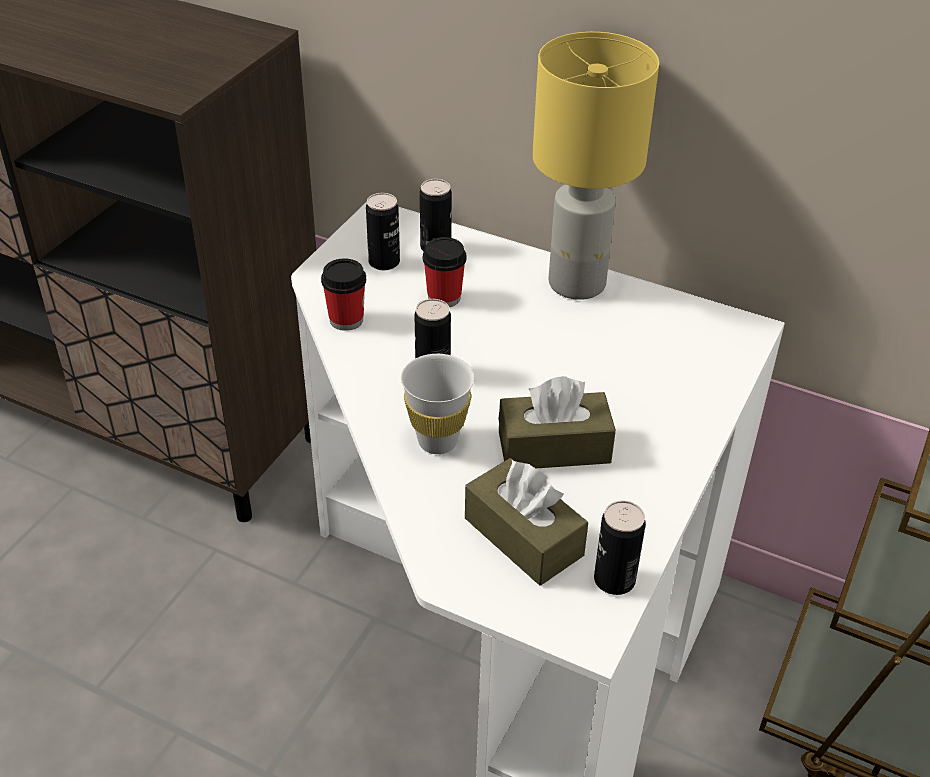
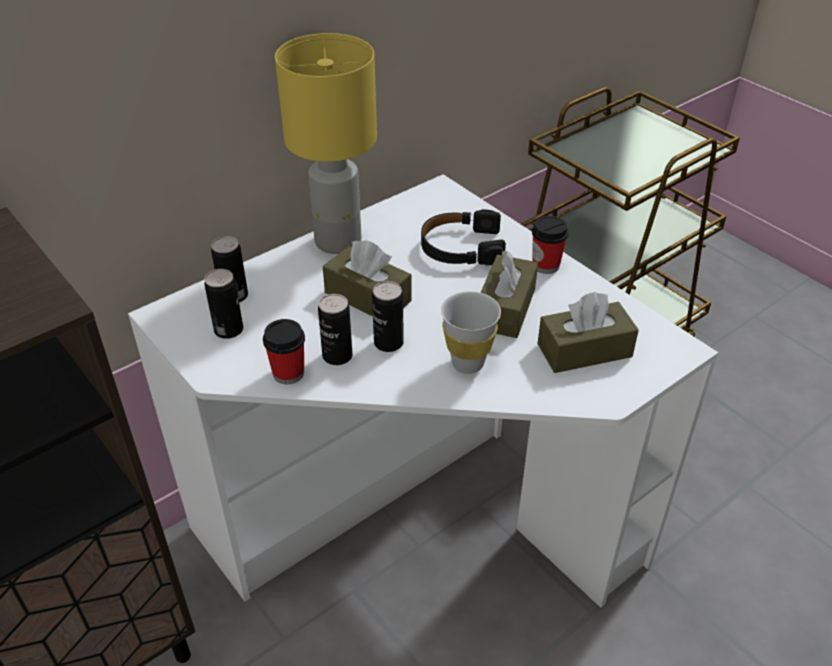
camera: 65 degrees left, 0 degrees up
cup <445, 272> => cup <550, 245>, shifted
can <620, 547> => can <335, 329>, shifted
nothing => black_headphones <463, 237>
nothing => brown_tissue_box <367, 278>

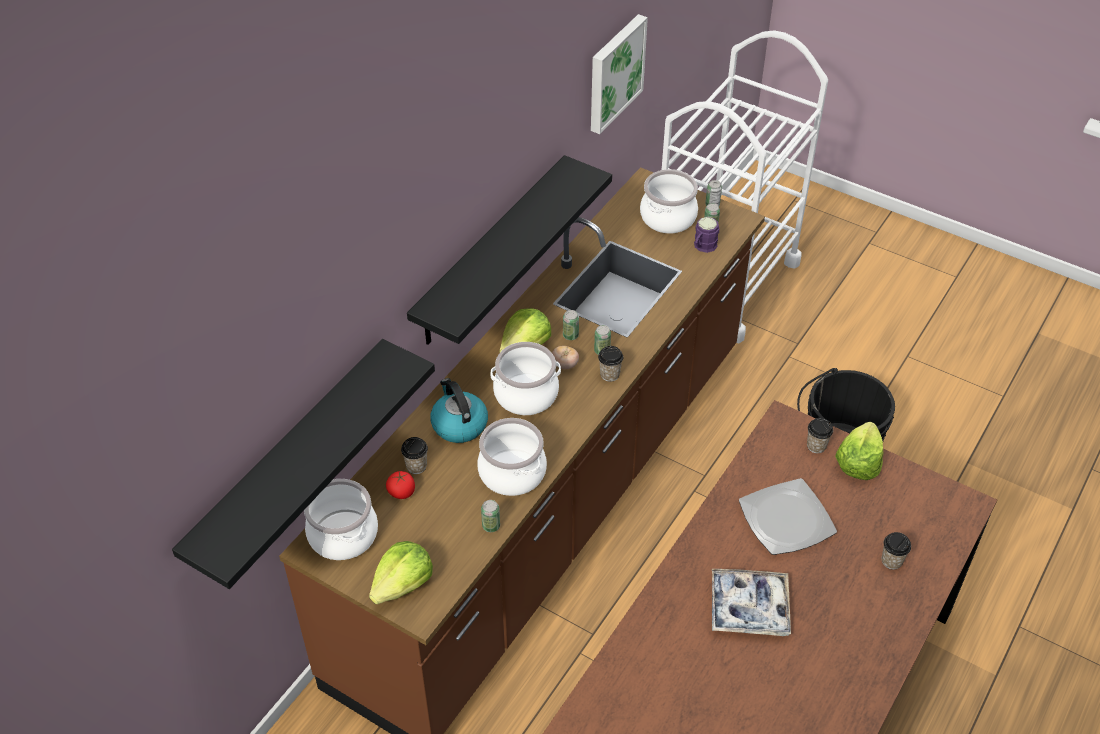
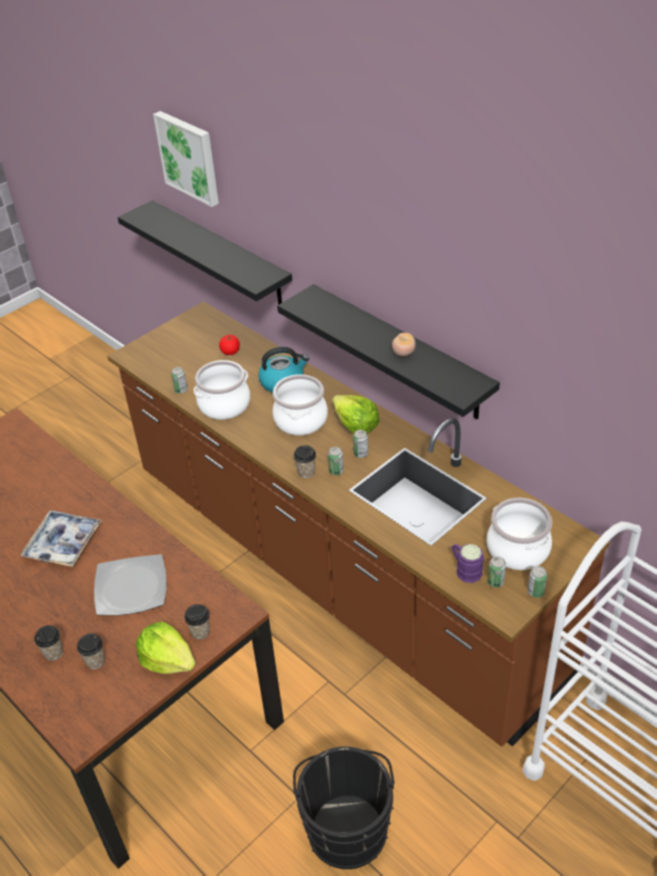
camera: 105 degrees right, 5 degrees down
picture <619, 74> => picture <186, 159>, shifted
tomato <565, 357> => tomato <404, 344>, shifted
cup <414, 455> => cup <91, 651>, shifted
cooking_pot <341, 519> => nothing
lettuce <401, 572> => nothing

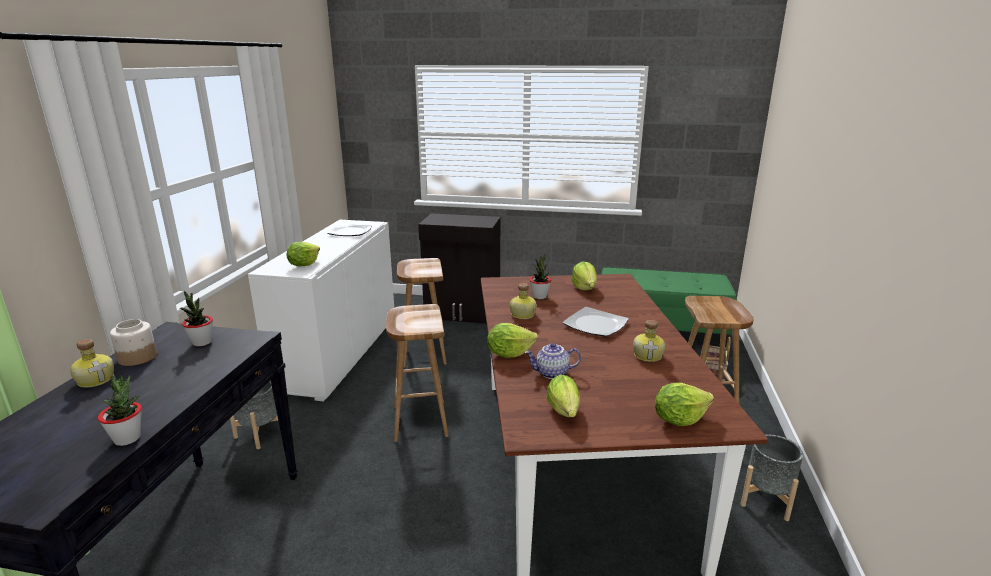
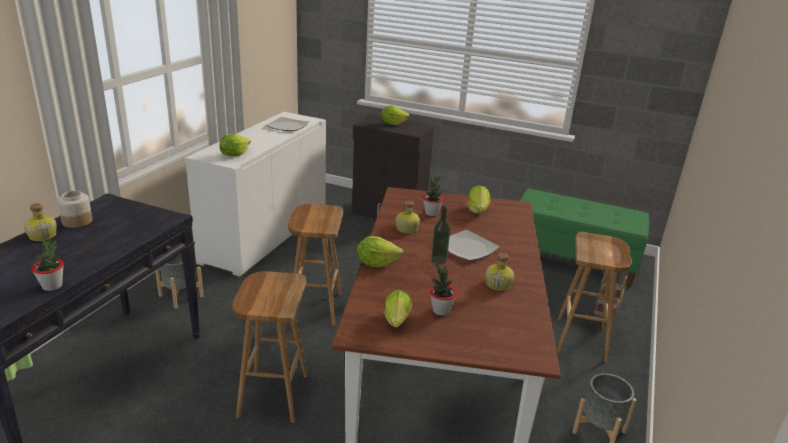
camera: 10 degrees right, 5 degrees up
brown_stool <422, 312> => brown_stool <270, 347>, shifted
potted_plant <196, 318> => potted_plant <443, 289>, shifted
teapot <552, 361> => nothing
lettuce <684, 404> => lettuce <395, 115>, shifted
nothing => bottle <440, 235>

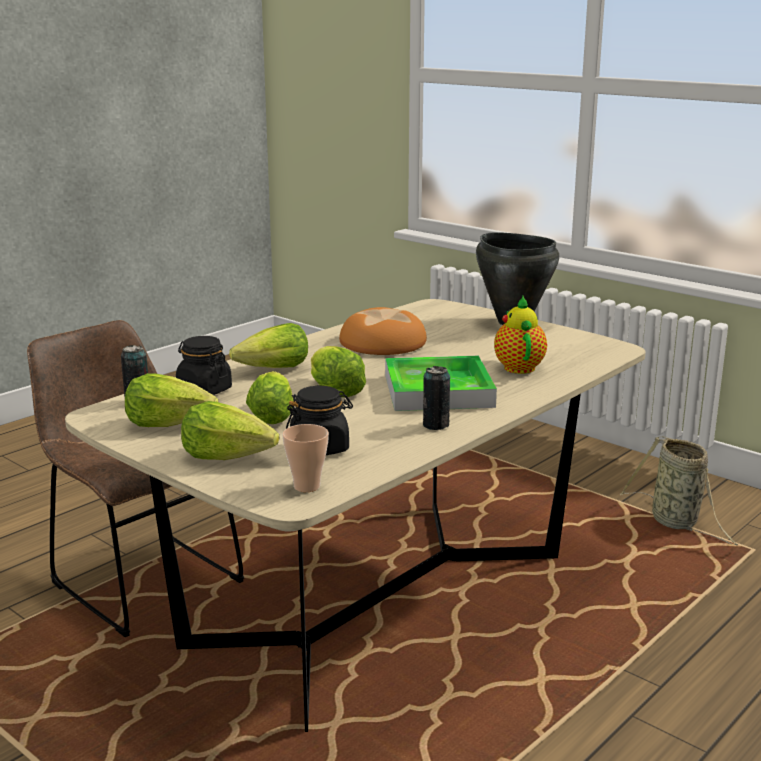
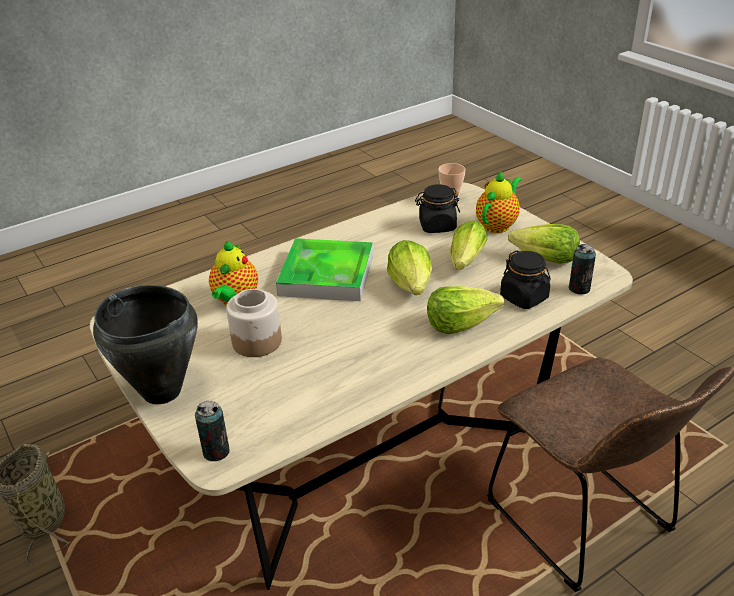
camera: 165 degrees left, 15 degrees up
bread <383, 331> => nothing
can <436, 398> => can <212, 431>, shifted
lettuce <230, 430> => teapot <499, 202>
nothing => jar <254, 323>

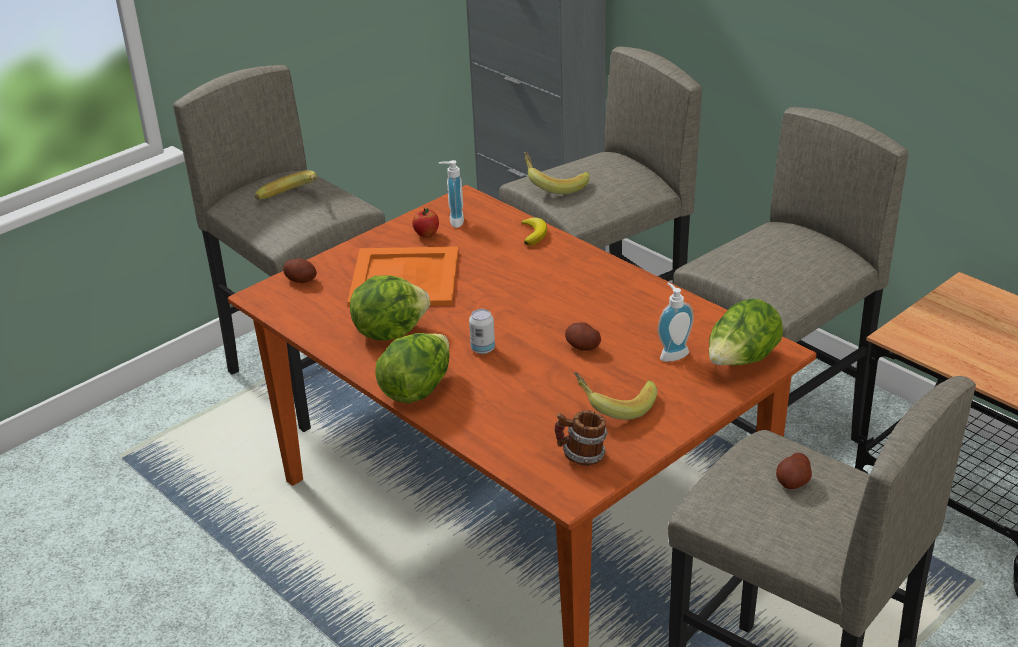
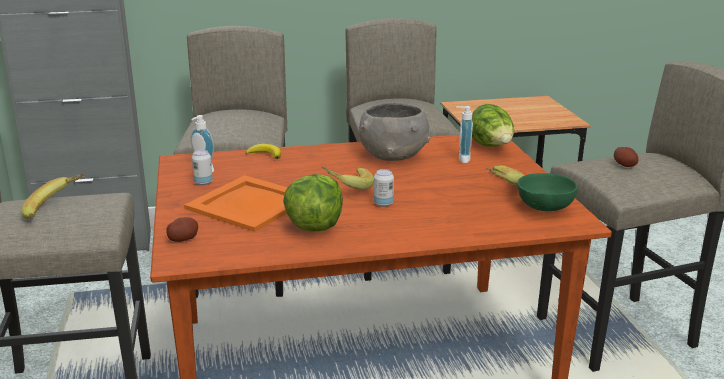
camera: 60 degrees left, 10 degrees down
banana <556, 173> => banana <348, 178>, shifted
apple <425, 223> => can <202, 167>
potato <583, 336> => nothing
lettuce <412, 368> => nothing
mug <581, 438> => green_bowl <547, 192>
nothing => grey_bowl <394, 132>

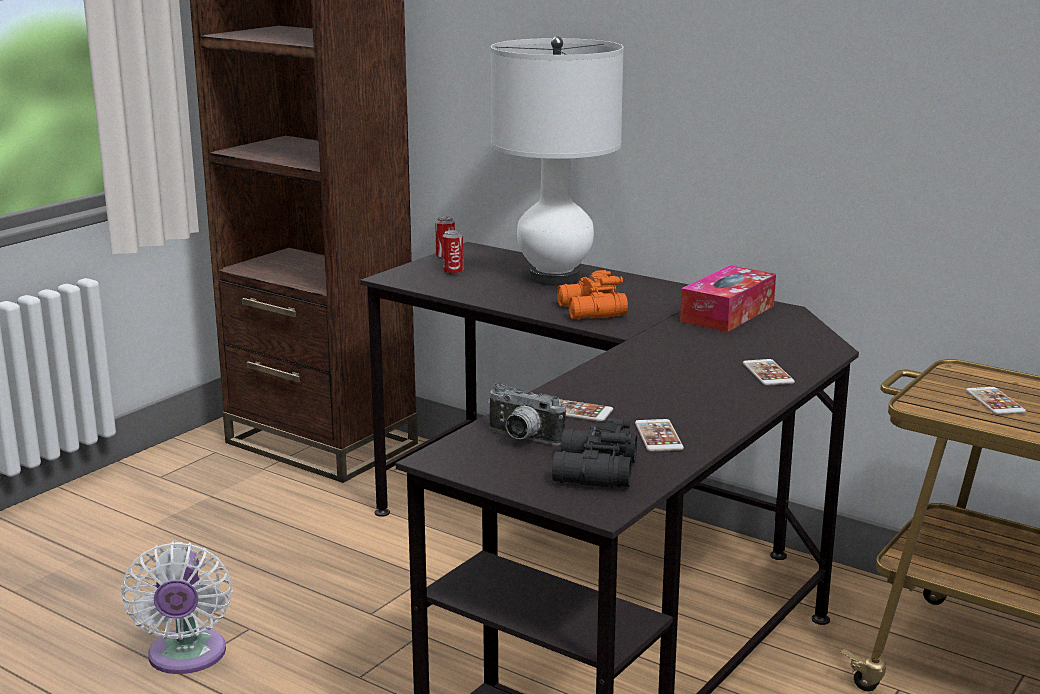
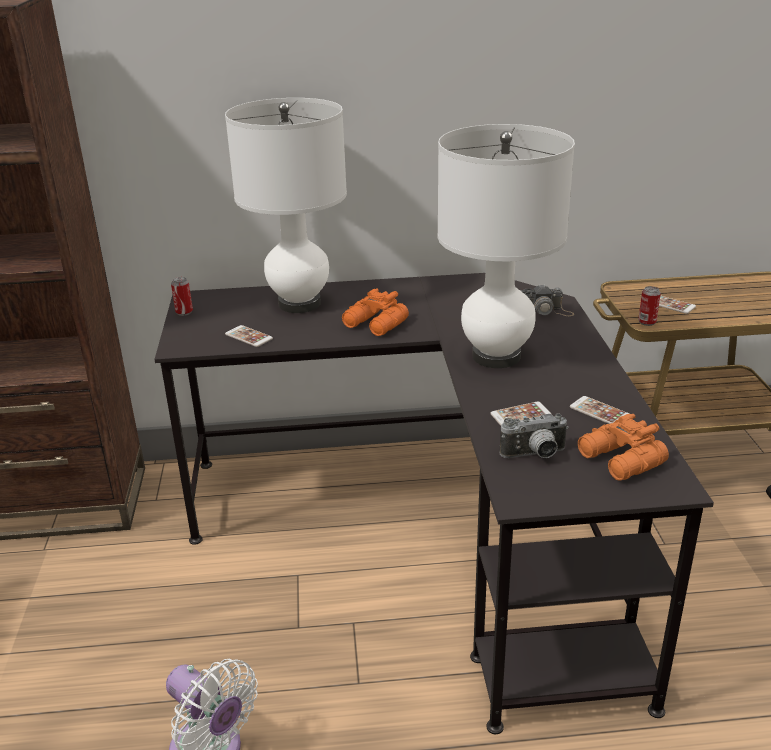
camera: 40 degrees left, 10 degrees up
can <453, 252> => can <649, 306>, shifted
tissue_box <728, 298> => nothing
phone <769, 372> => phone <249, 336>, shifted
black_binoculars <594, 453> => orange_binoculars <623, 447>
nothing => white_table_lamp <506, 246>
nothing => photo_camera <547, 300>

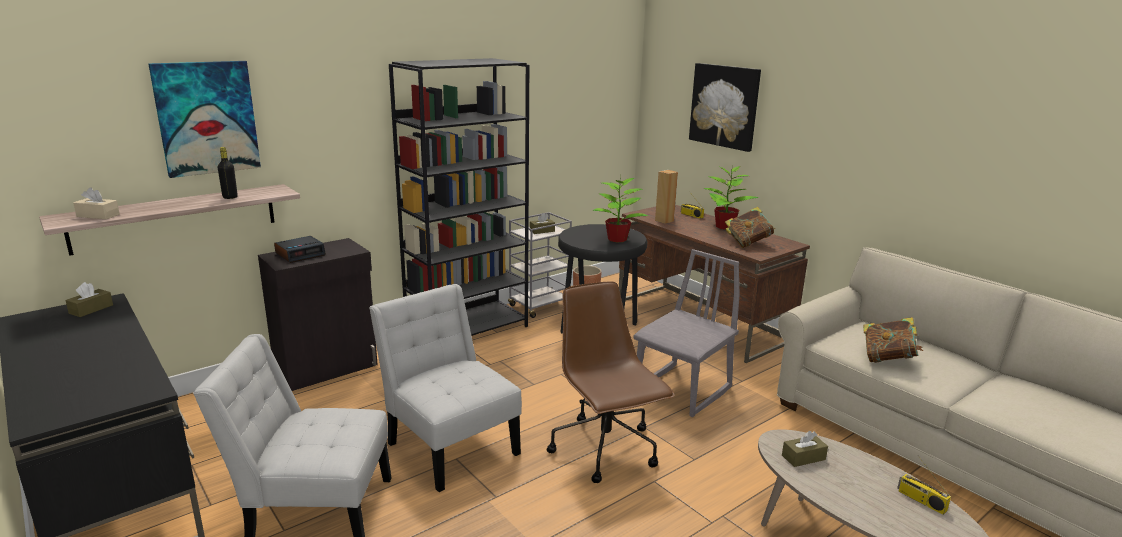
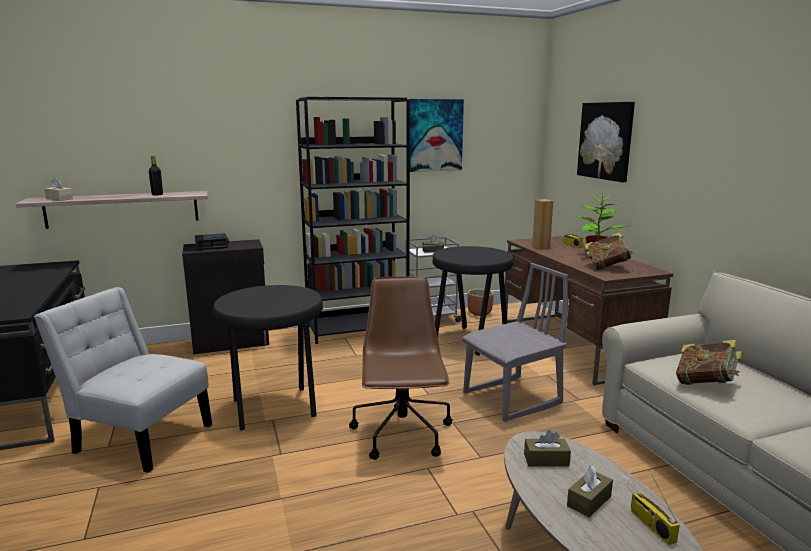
camera: 20 degrees right, 5 degrees down
picture <204, 119> => picture <437, 135>, shifted
potted_plant <620, 210> => nothing
brown_tissue_box <89, 299> => brown_tissue_box <590, 491>, shifted
white_chair <445, 388> => black_stool <268, 357>

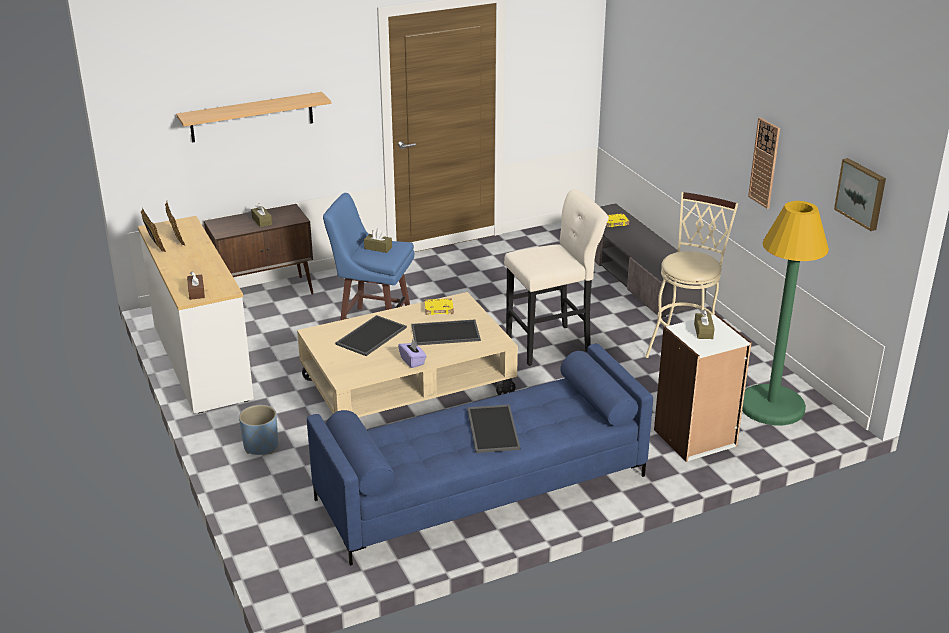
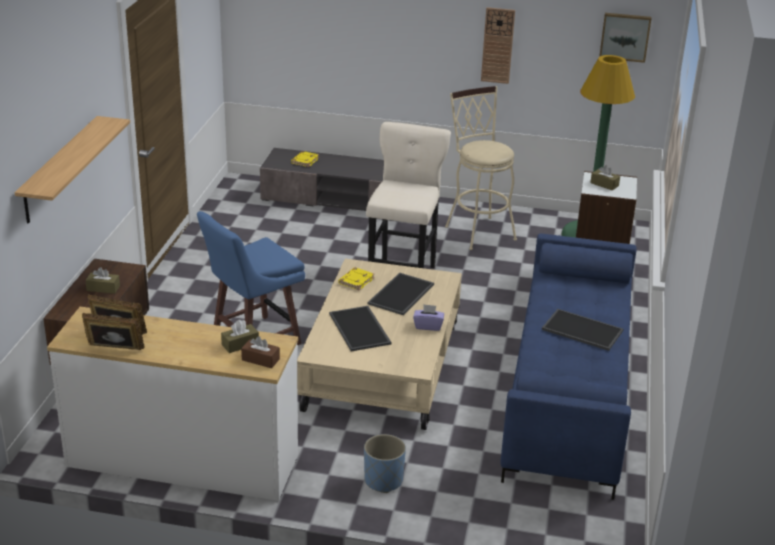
camera: 55 degrees left, 0 degrees up
brown_tissue_box <378, 241> => brown_tissue_box <240, 336>, shifted

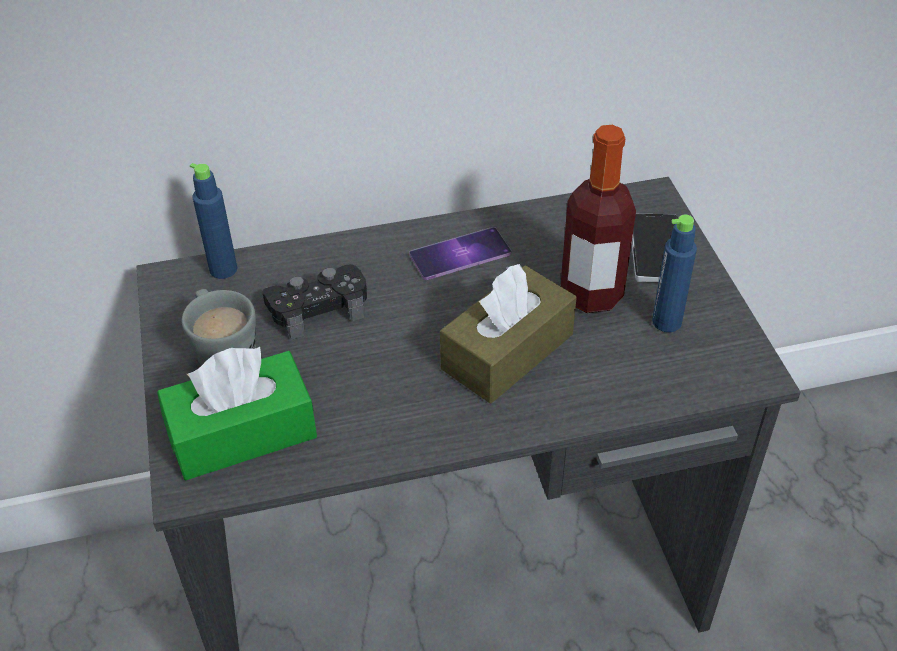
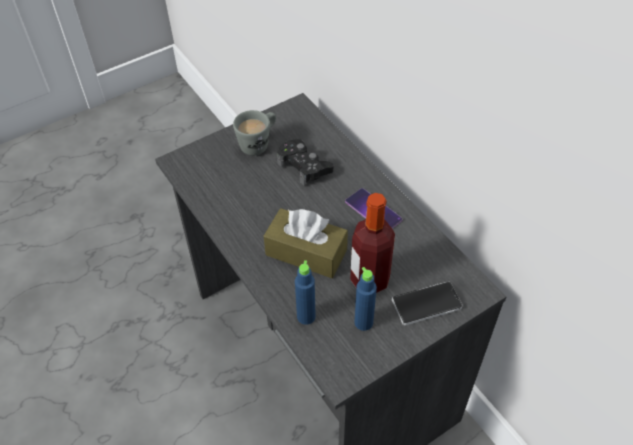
camera: 70 degrees right, 5 degrees up
blue_bottle <213, 221> => blue_bottle <305, 292>, shifted
green_tissue_box <237, 413> => nothing

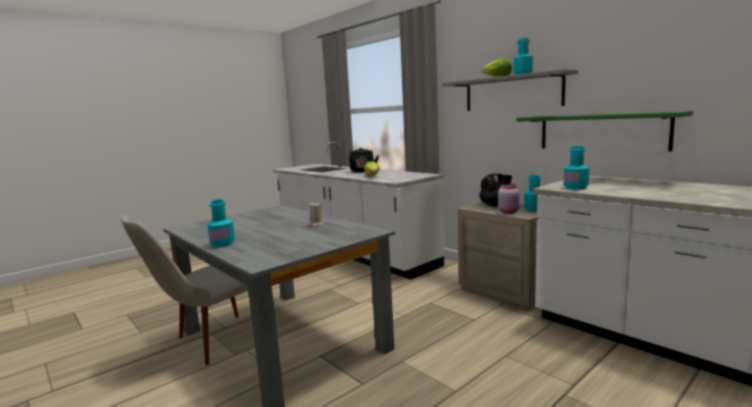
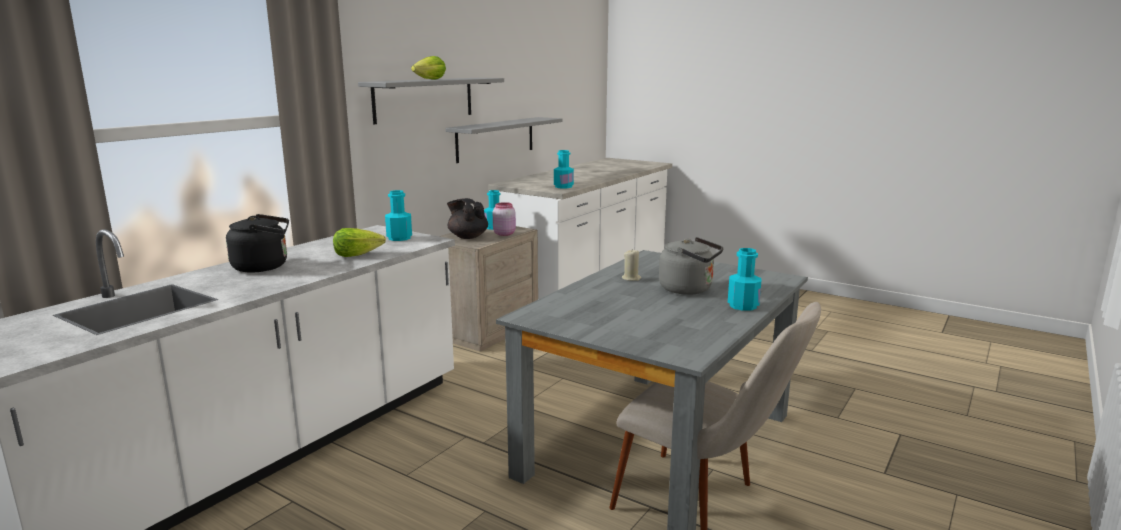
camera: 105 degrees left, 5 degrees up
turquoise_bottle <523, 56> => turquoise_bottle <398, 215>, shifted
green_shelf <604, 131> => grey_shelf <503, 140>
nothing => grey_kettle <691, 266>

